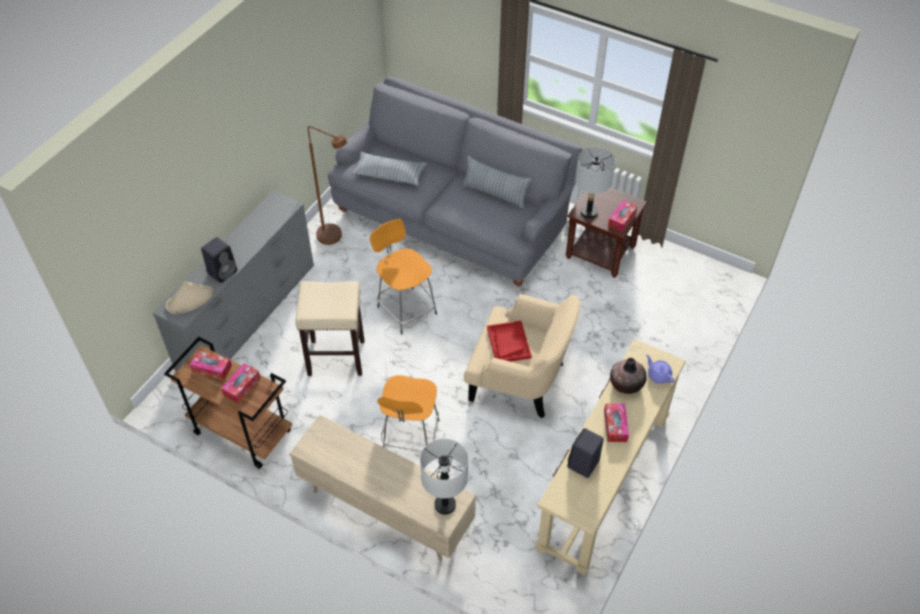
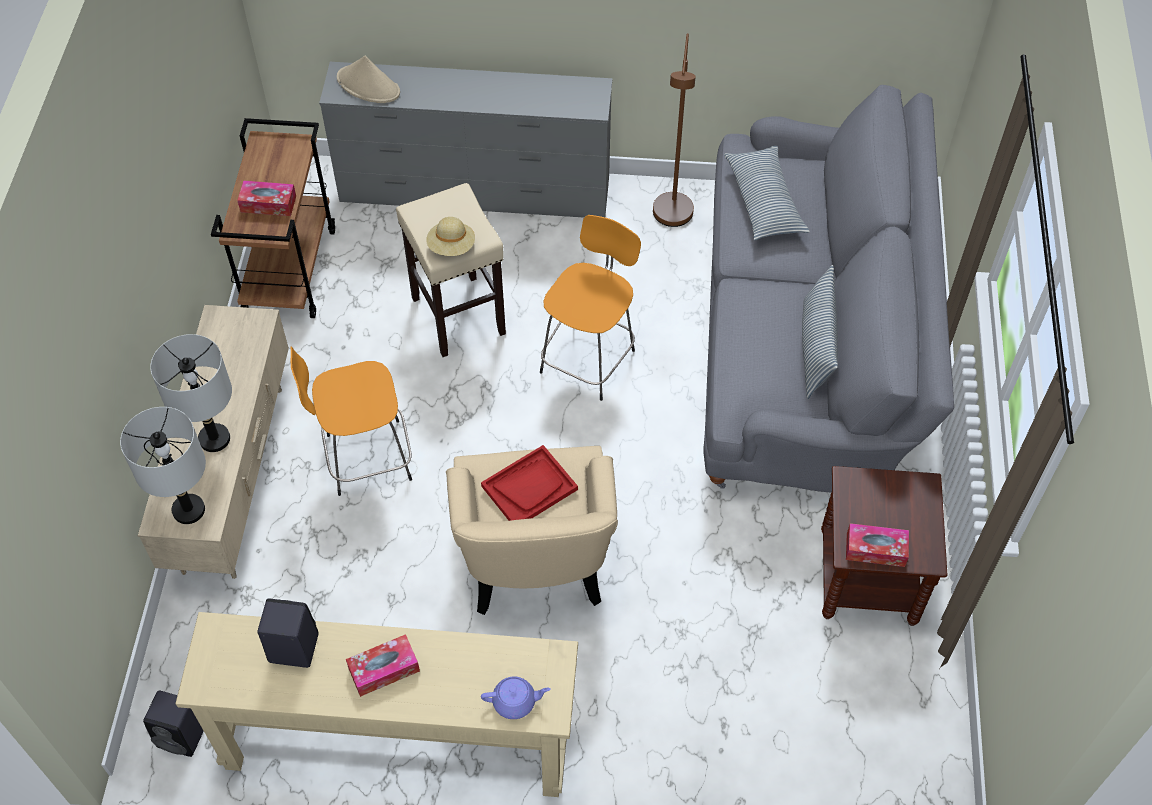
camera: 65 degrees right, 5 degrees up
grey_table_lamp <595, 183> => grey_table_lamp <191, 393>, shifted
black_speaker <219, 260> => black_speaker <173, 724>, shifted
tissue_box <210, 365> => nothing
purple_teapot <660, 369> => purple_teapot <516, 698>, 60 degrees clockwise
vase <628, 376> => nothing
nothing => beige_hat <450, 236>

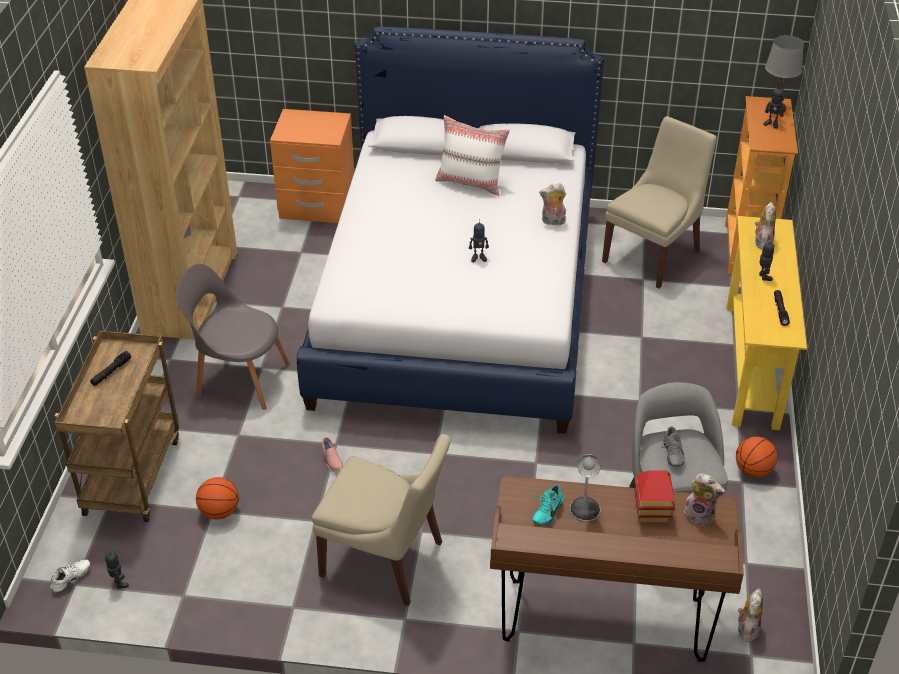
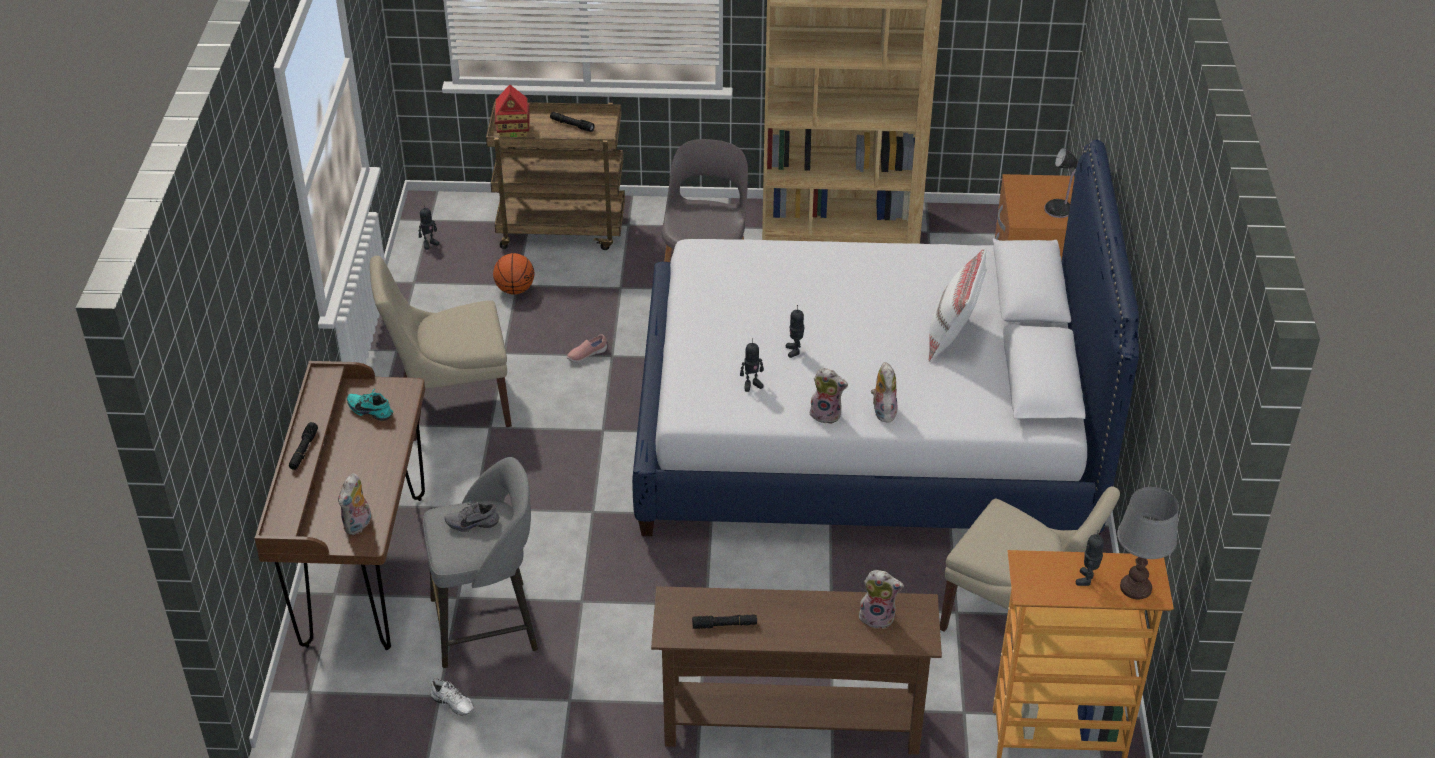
camera: 85 degrees right, 0 degrees up
yellow_console_table <767, 323> => brown_console_table <796, 670>
toy_robot <767, 259> => toy_robot <752, 365>, shifted
beige_chair <381, 520> => beige_chair <441, 348>, 60 degrees clockwise
basketball <756, 456> => nothing
table_lamp <585, 487> => table_lamp <1061, 183>, shifted
toy_house <654, 496> => toy_house <512, 111>, shifted
white_shoe <70, 576> => white_shoe <452, 697>, shifted
plush_toy <750, 615> => plush_toy <829, 396>, shifted
nothing => black_flashlight <303, 446>

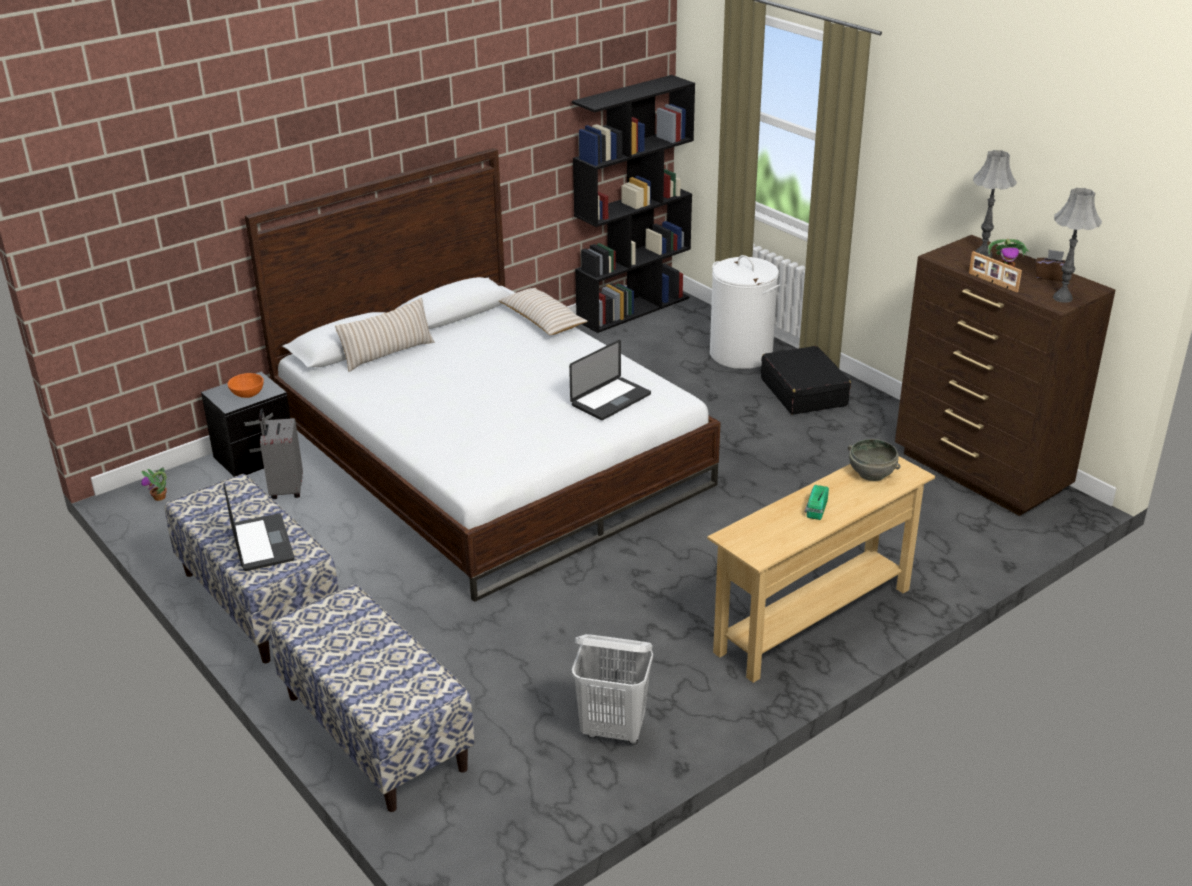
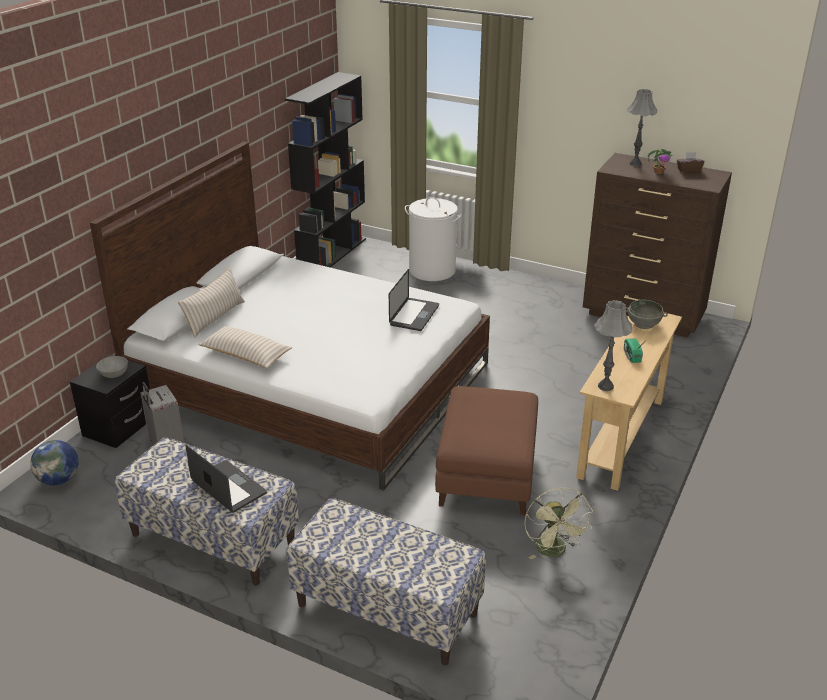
camera: 25 degrees left, 0 degrees up
grey_table_lamp <1077, 245> => grey_table_lamp <613, 345>, shifted
picture_frame <995, 272> => nothing
beige_pillow <543, 311> => beige_pillow <245, 346>, shifted
black_suitcase <806, 380> => nothing
orange_bowl <245, 385> => grey_bowl <112, 367>
potted_plant <154, 484> => globe <54, 462>
white_laundry_basket <612, 689> => green_fan <558, 523>
nothing => brown_ottoman <486, 450>

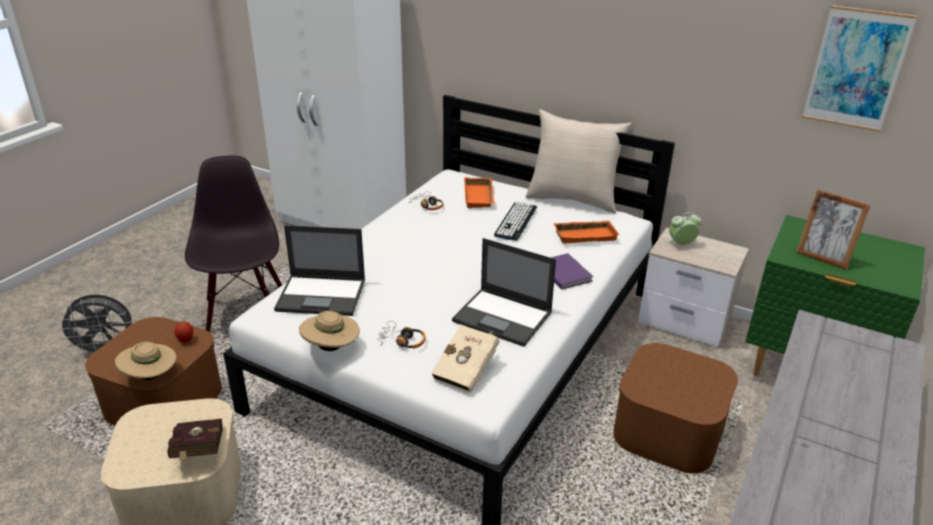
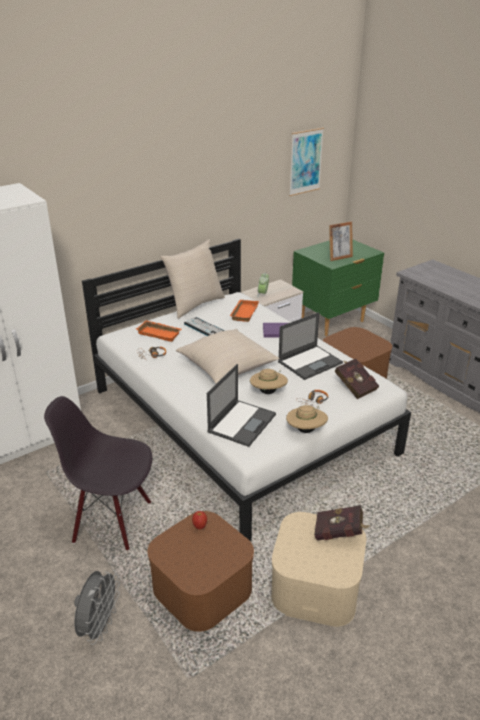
camera: 65 degrees left, 0 degrees up
beige_book <465, 359> => red_book <356, 379>
beige_hat <145, 361> => beige_hat <269, 381>, shifted
nothing => beige_pillow <228, 356>

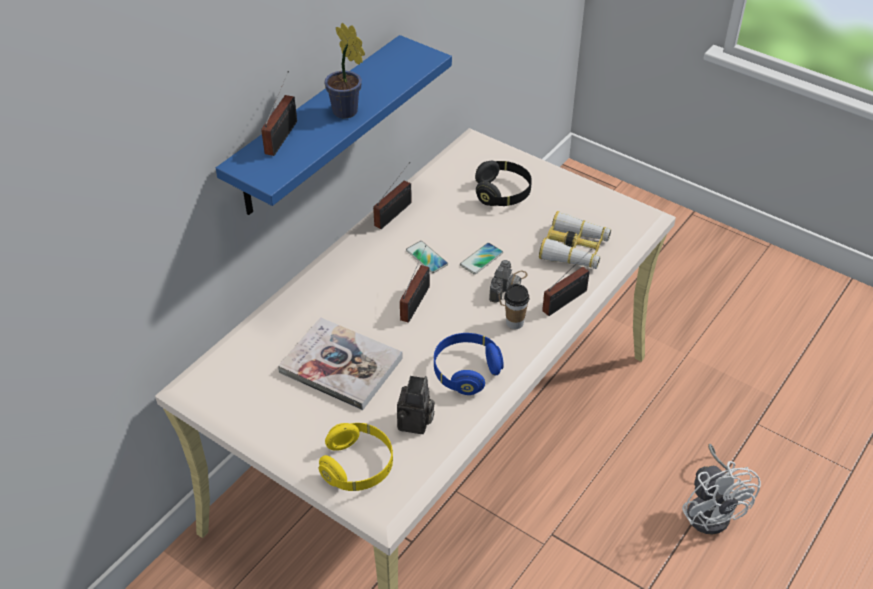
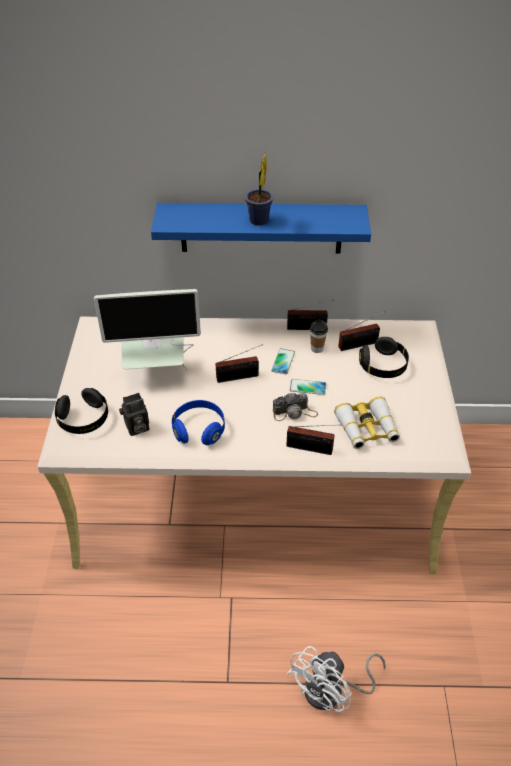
camera: 55 degrees right, 0 degrees up
radio <279, 113> => radio <361, 331>, shifted
cup <516, 306> => cup <319, 336>, shifted
book <340, 363> => monitor <147, 329>
yellow_headphones <356, 457> => black_headphones <81, 411>

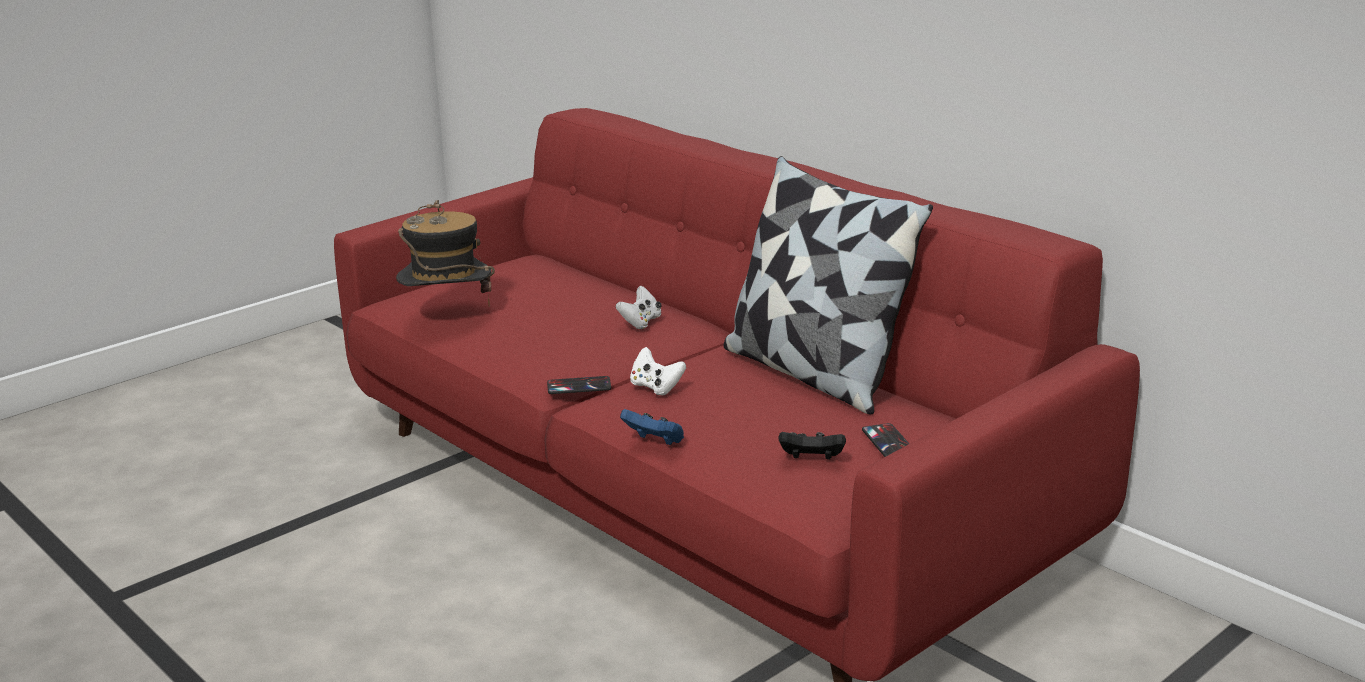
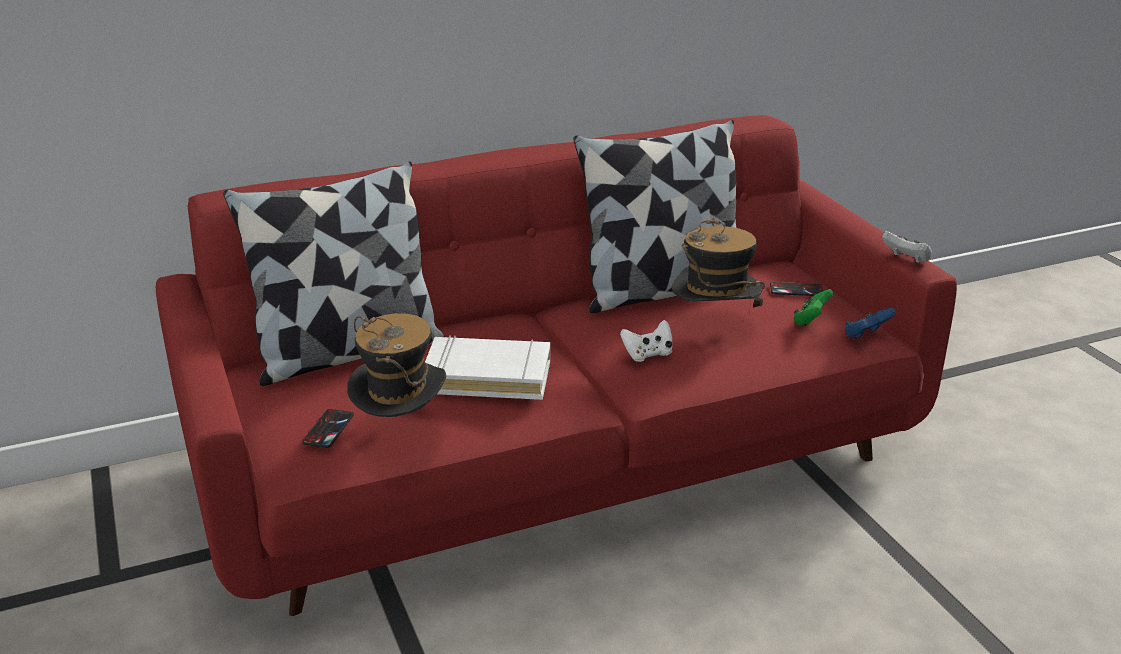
camera: 70 degrees left, 5 degrees up
white_game_controller <639, 307> => white_game_controller <907, 247>, shifted
phone <579, 385> => phone <328, 428>, shifted
blue_game_controller <652, 427> => blue_game_controller <870, 323>, shifted
black_game_controller <812, 446> => green_game_controller <814, 307>
nothing => pillow <334, 273>
nothing => hat <718, 265>
nothing => white_book <487, 367>

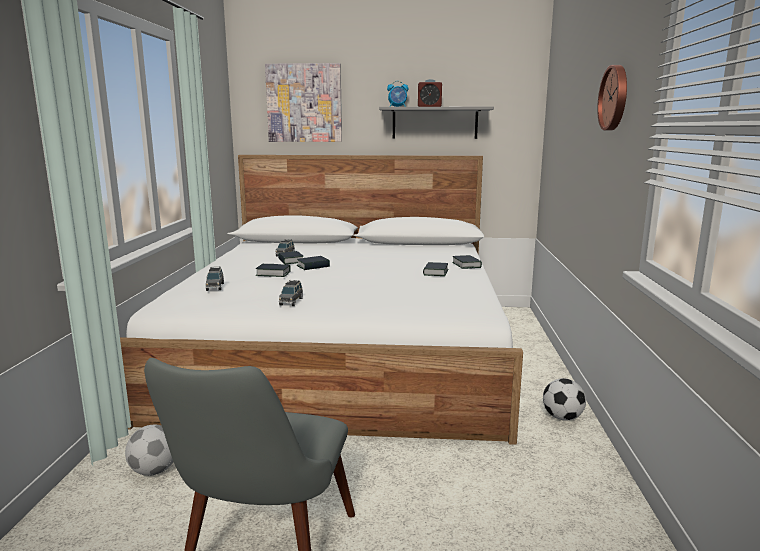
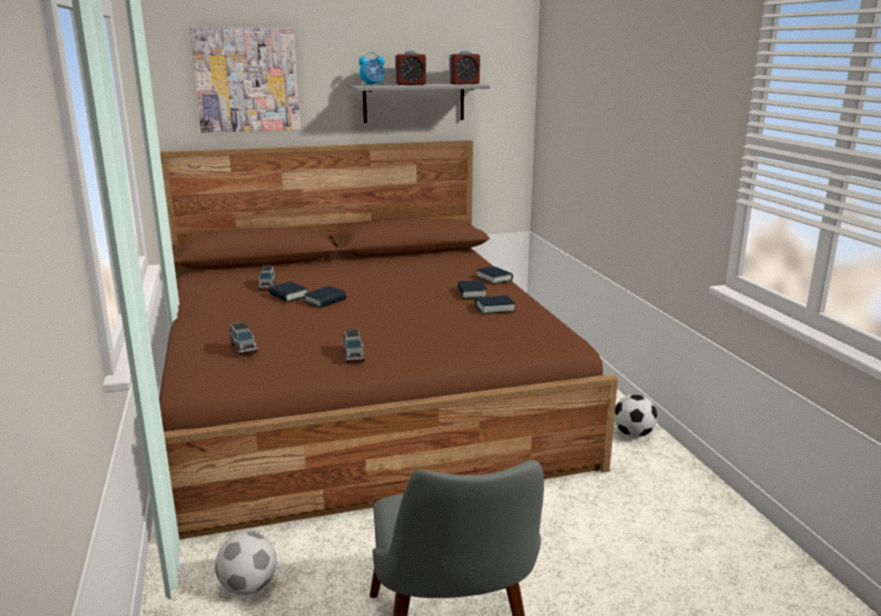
camera: 20 degrees left, 5 degrees up
wall_clock <612, 97> => nothing
white_bed <321, 300> => brown_bed <388, 340>
book <273, 270> => book <495, 305>, shifted
nothing => alarm_clock <464, 68>

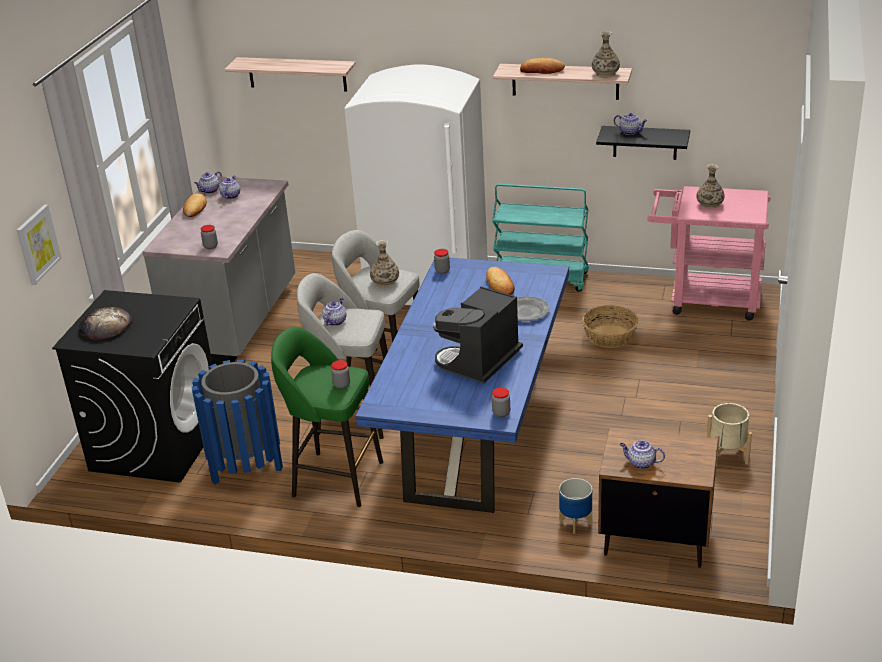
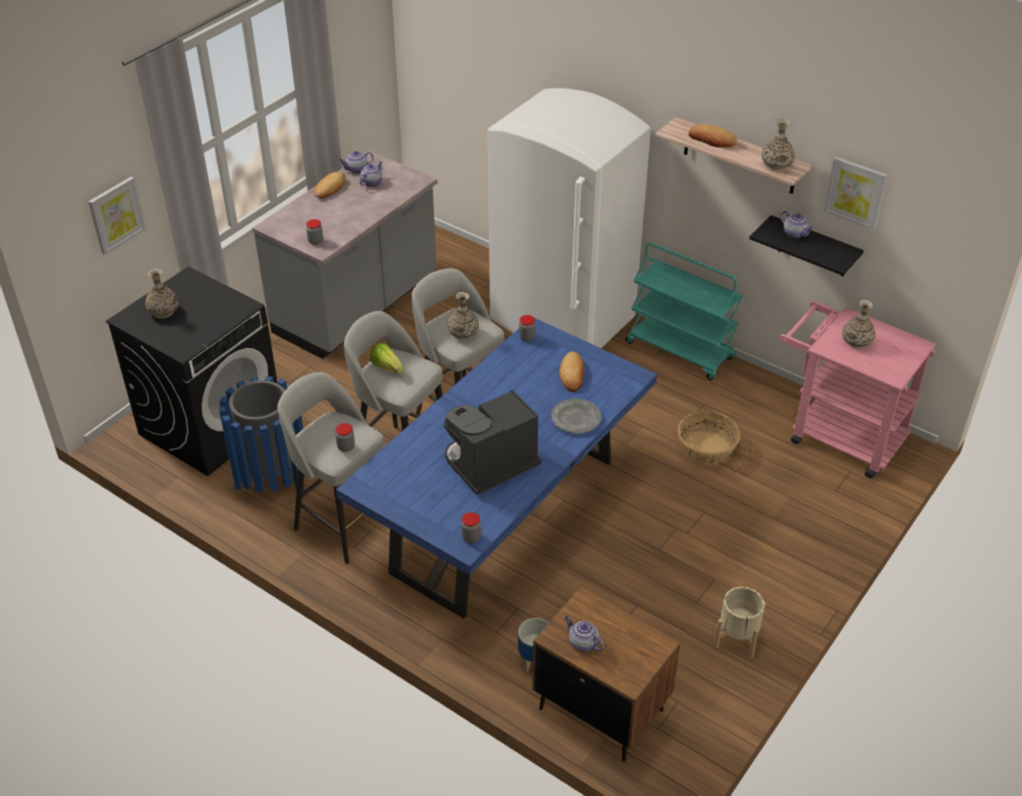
camera: 20 degrees right, 10 degrees up
shelf <290, 74> => nothing
teapot <334, 312> => lettuce <386, 358>
bread <105, 323> => vase <161, 294>
green_stool <327, 416> => grey_stool <330, 468>
nothing => picture <855, 193>

